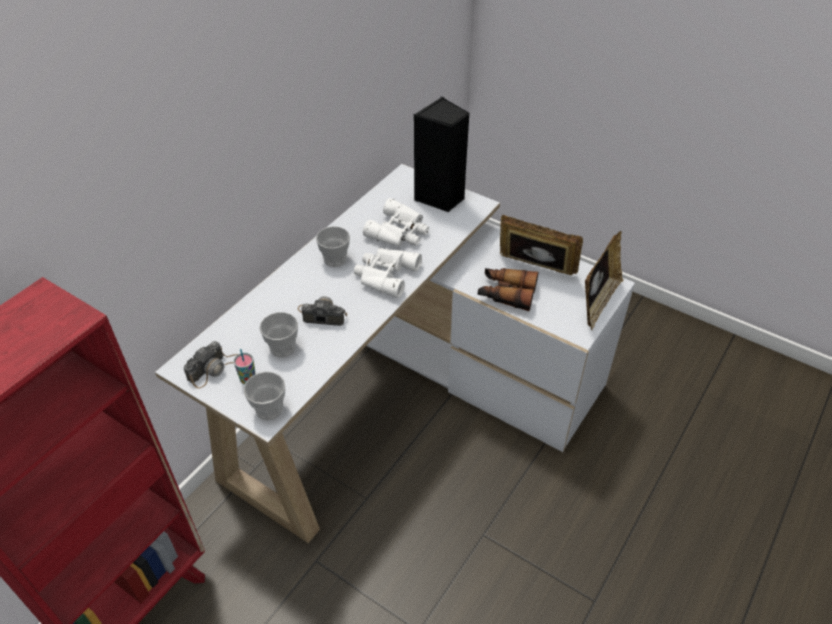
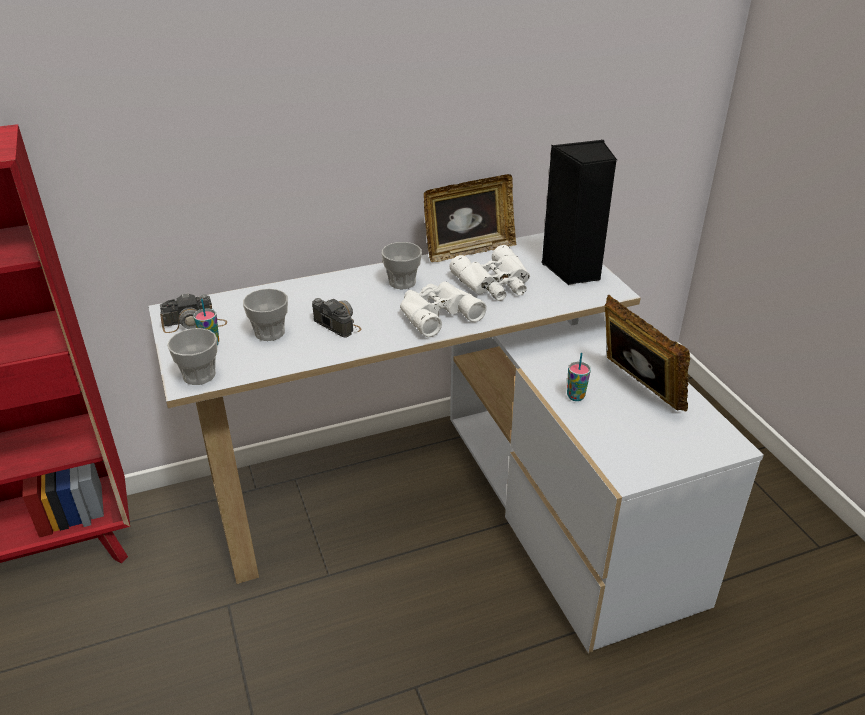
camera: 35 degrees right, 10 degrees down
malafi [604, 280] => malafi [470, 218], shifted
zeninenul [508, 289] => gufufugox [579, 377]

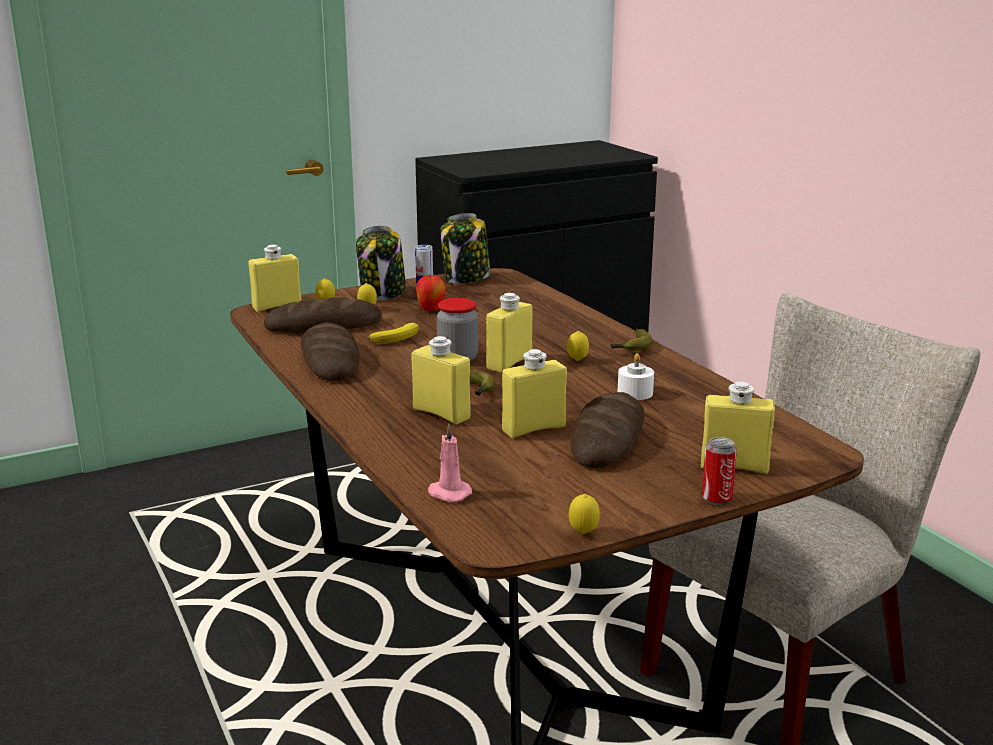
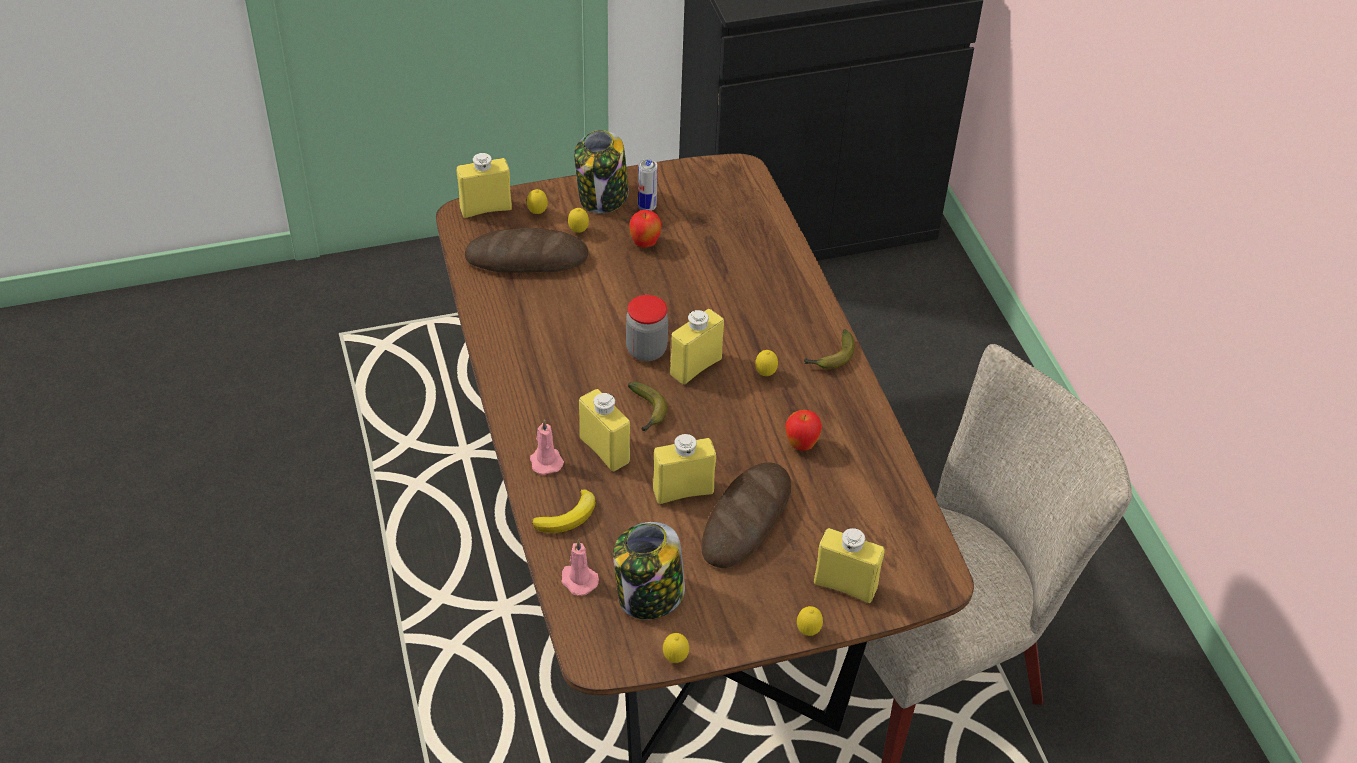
camera: 10 degrees right, 25 degrees up
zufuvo [330, 351] => nothing
nothing => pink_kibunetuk [547, 447]
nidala [394, 333] => nidala [564, 511], shifted
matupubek [465, 248] => matupubek [649, 571], shifted
white_kibunetuk [636, 376] => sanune [803, 430]
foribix [719, 471] => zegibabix [810, 621]

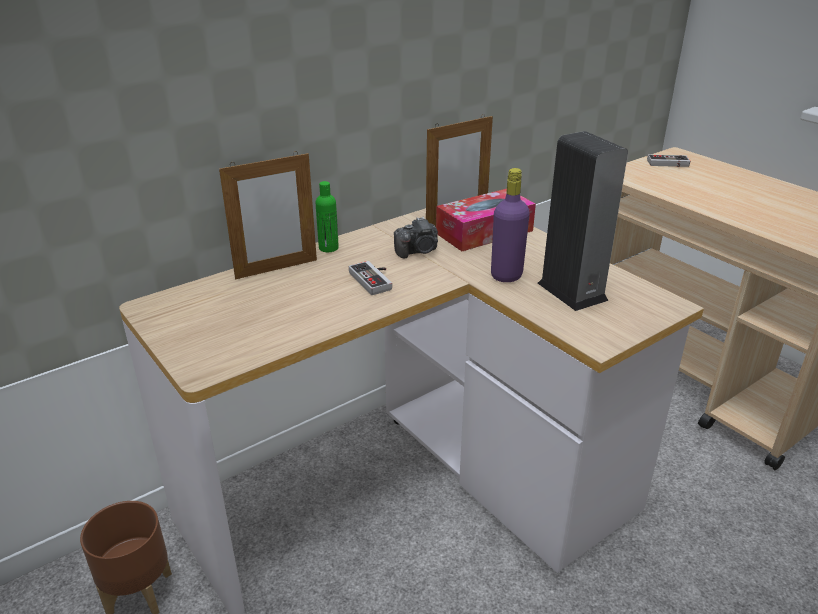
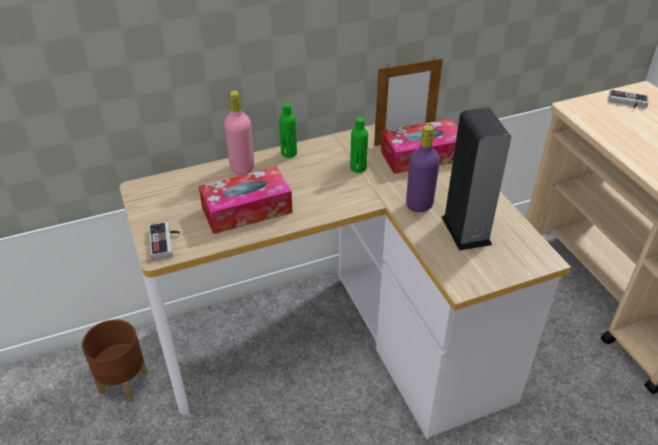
camera: 15 degrees right, 10 degrees up
nothing => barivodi [246, 200]
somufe [370, 278] => somufe [164, 241], shifted
malafi [268, 215] => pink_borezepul [239, 132]
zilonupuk [416, 238] => green_borezepul [359, 145]

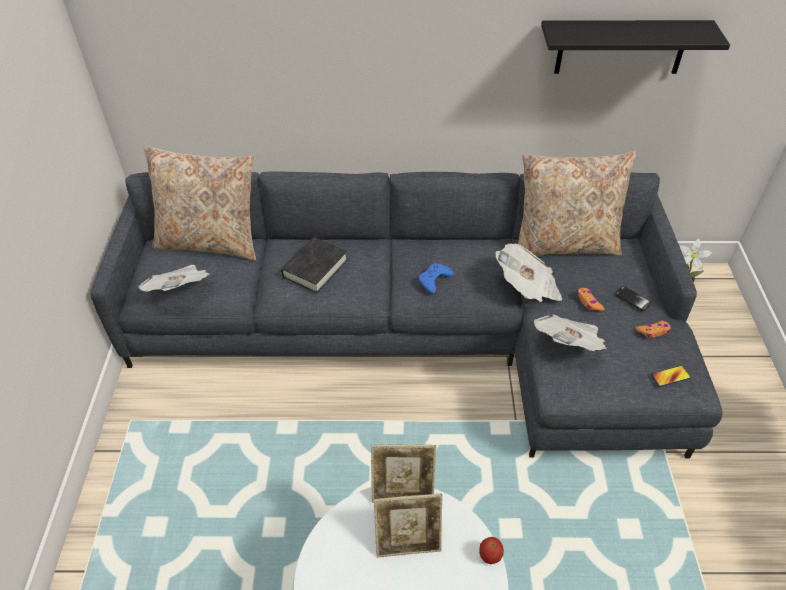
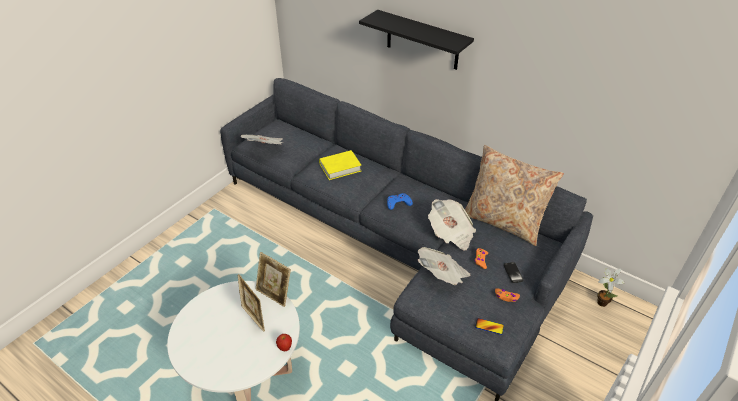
camera: 35 degrees right, 5 degrees down
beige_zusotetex [200, 203] => nothing
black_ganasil [635, 47] => black_ganasil [416, 40], shifted
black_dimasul [314, 265] => yellow_dimasul [340, 165]
malafi [408, 525] => malafi [251, 303], 135 degrees counterclockwise

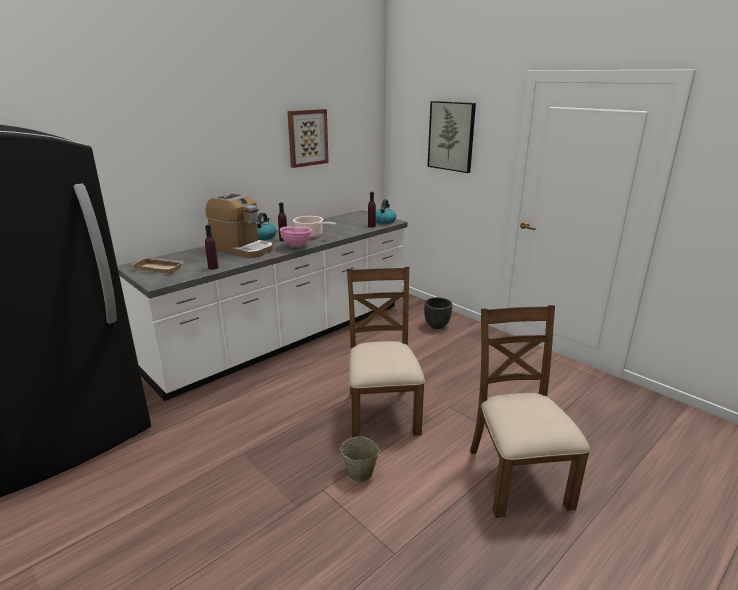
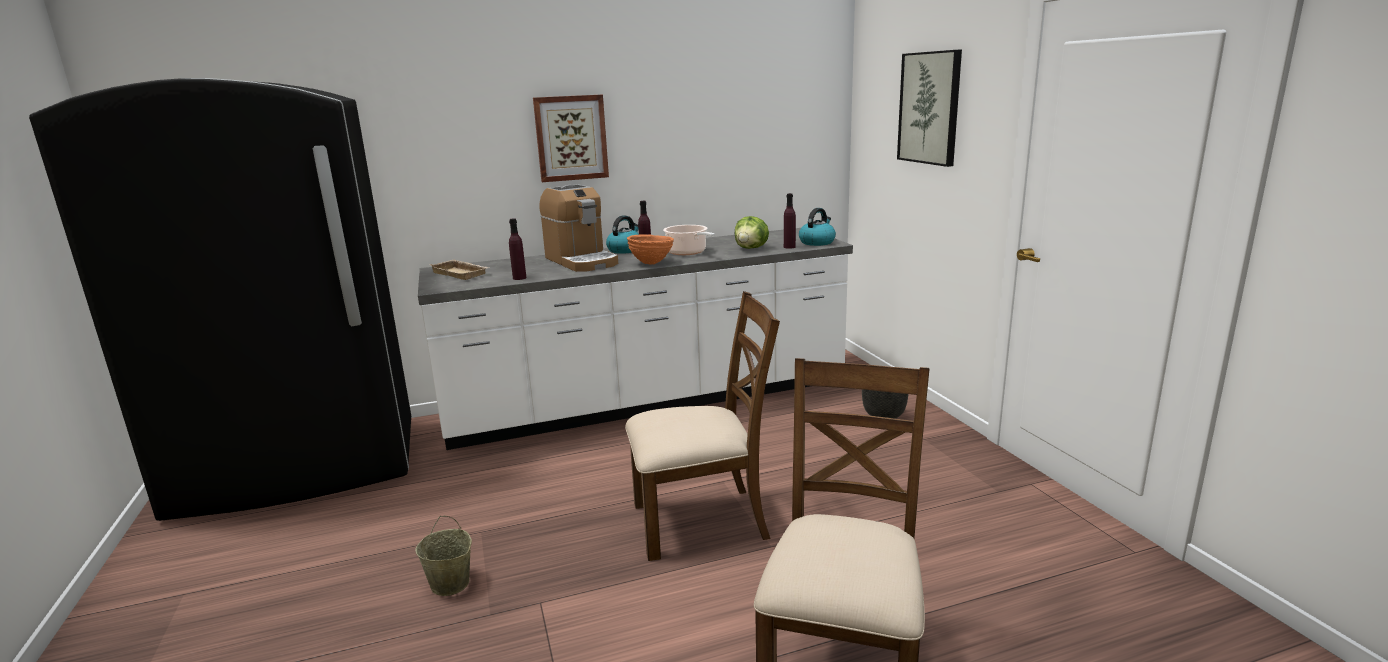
camera: 25 degrees right, 5 degrees down
nothing => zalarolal [752, 232]
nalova [308, 138] => nalova [571, 138], shifted
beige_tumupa [360, 457] => beige_tumupa [443, 556], shifted
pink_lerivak [296, 237] => orange_lerivak [650, 249]
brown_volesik [386, 352] => brown_volesik [702, 426], 60 degrees clockwise

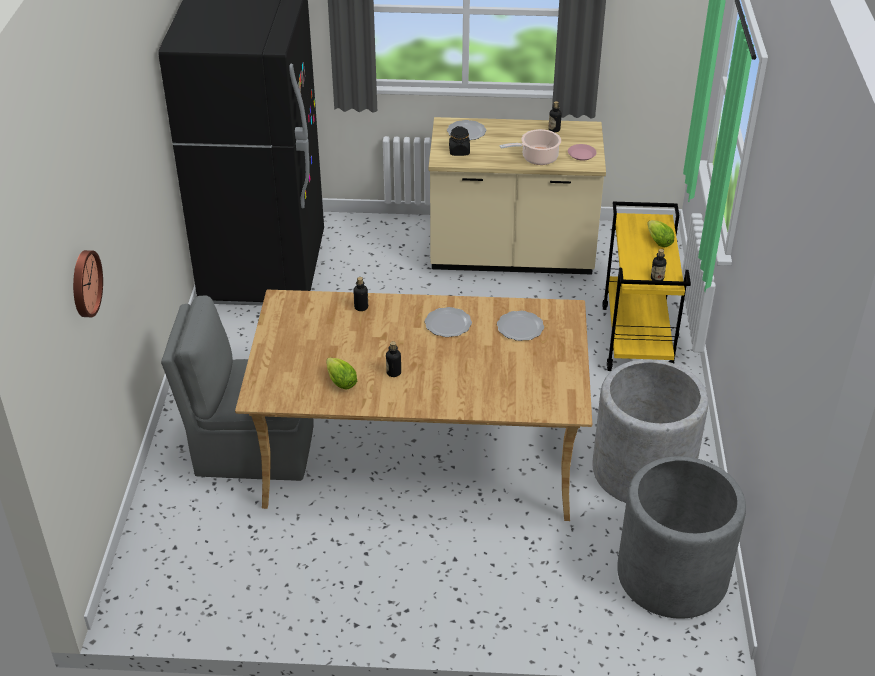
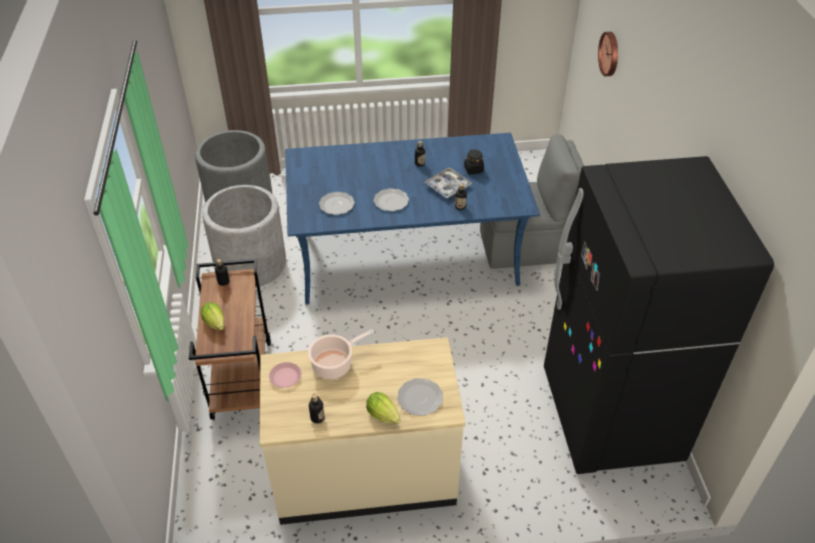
camera: 170 degrees right, 5 degrees up
nothing => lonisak [448, 182]
zalarolal [341, 374] => zalarolal [383, 408], shifted
black_matupubek [459, 141] => black_matupubek [474, 161], shifted
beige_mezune [413, 405] => blue_mezune [412, 219]
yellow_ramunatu [646, 286] => brown_ramunatu [230, 339]

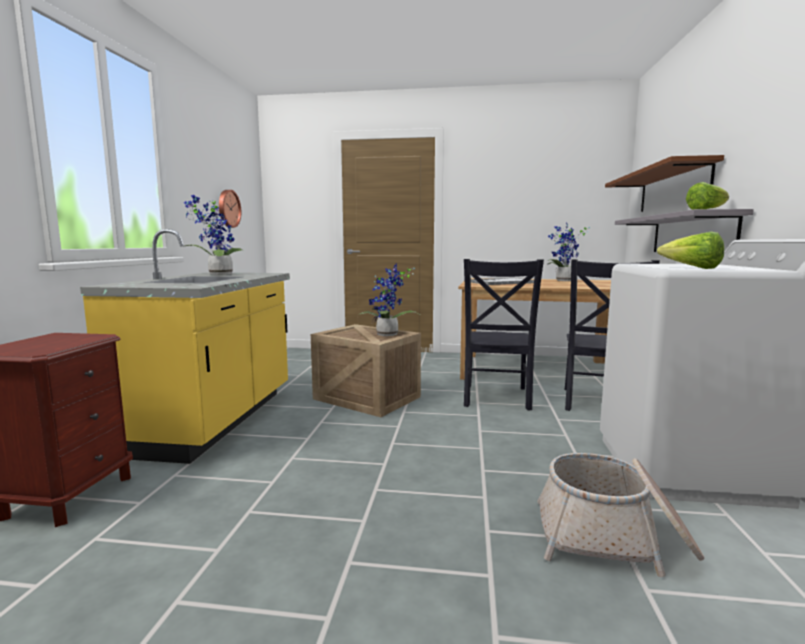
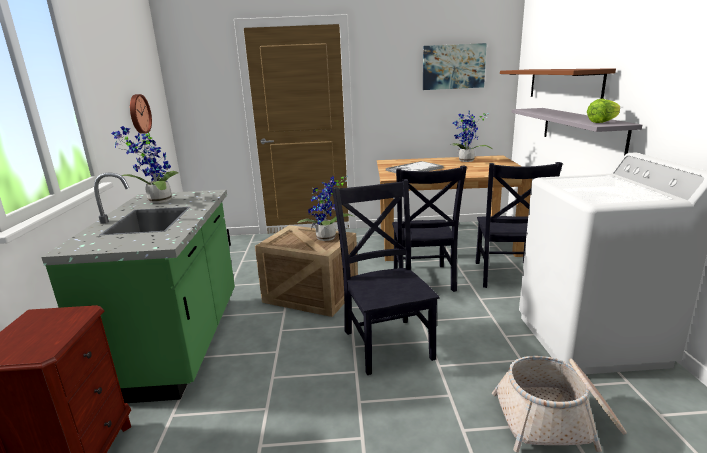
camera: 10 degrees left, 10 degrees up
zalarolal [690, 250] => nothing
nothing => black_volesik [386, 277]
nothing => nalova [455, 66]
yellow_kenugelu [185, 346] => green_kenugelu [138, 288]

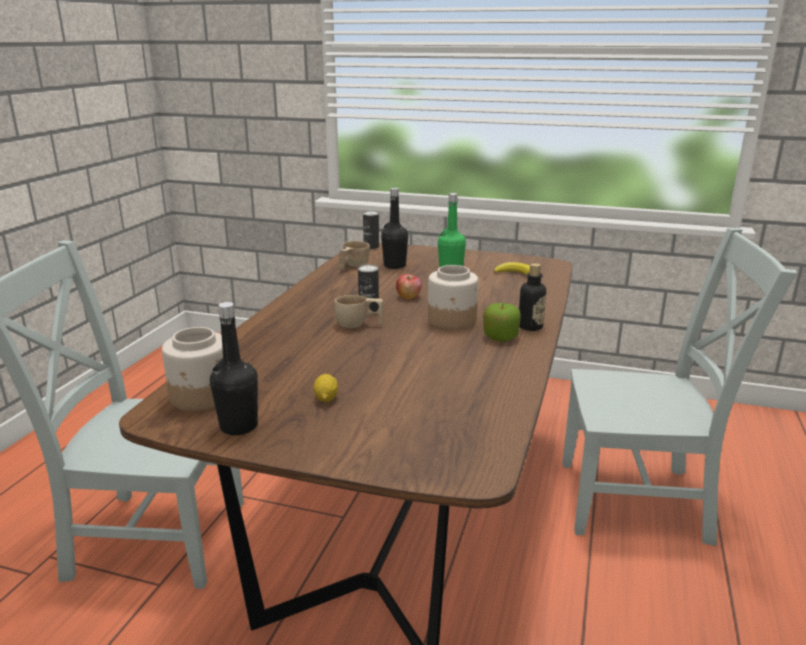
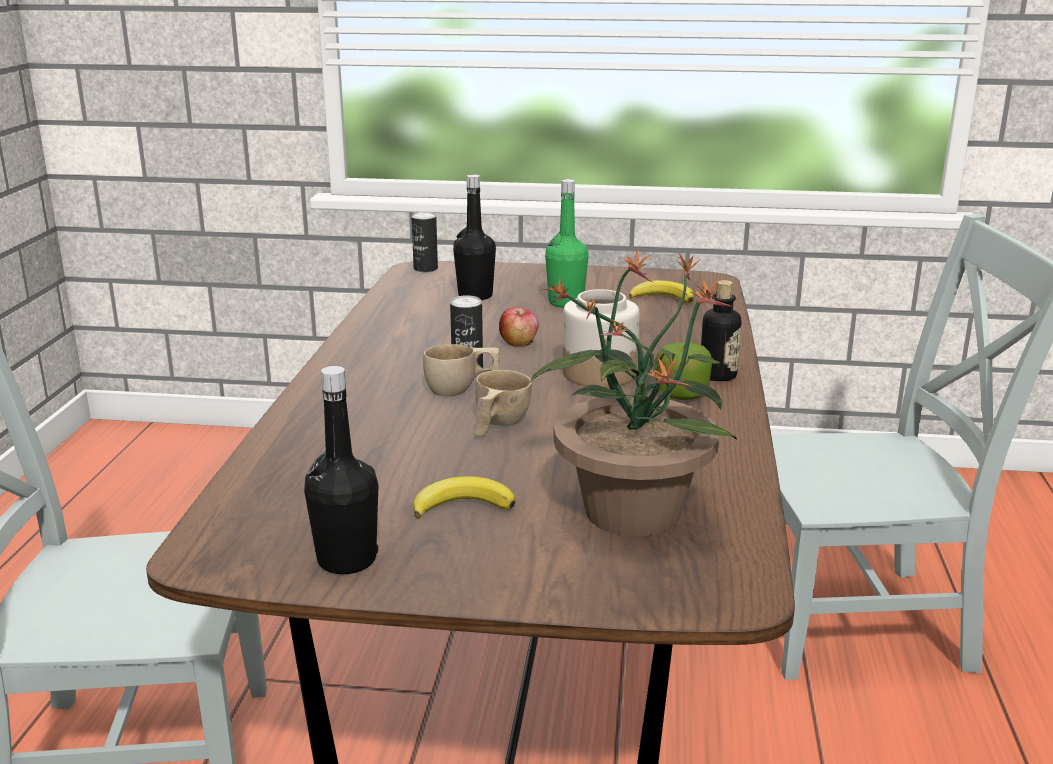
camera: 10 degrees left, 0 degrees up
matupubek [192, 369] => nothing
nothing => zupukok [633, 392]
beige_gufufugox [354, 255] => beige_gufufugox [503, 403], shifted
zegibabix [326, 388] => nidala [465, 497]

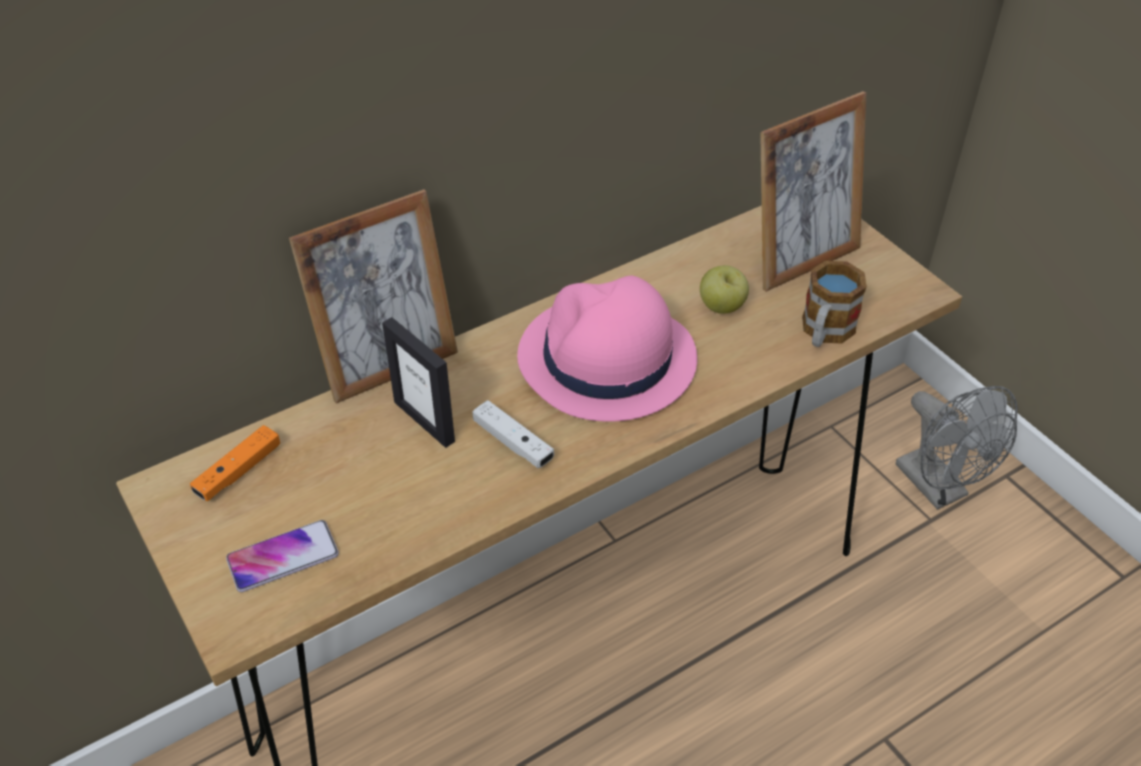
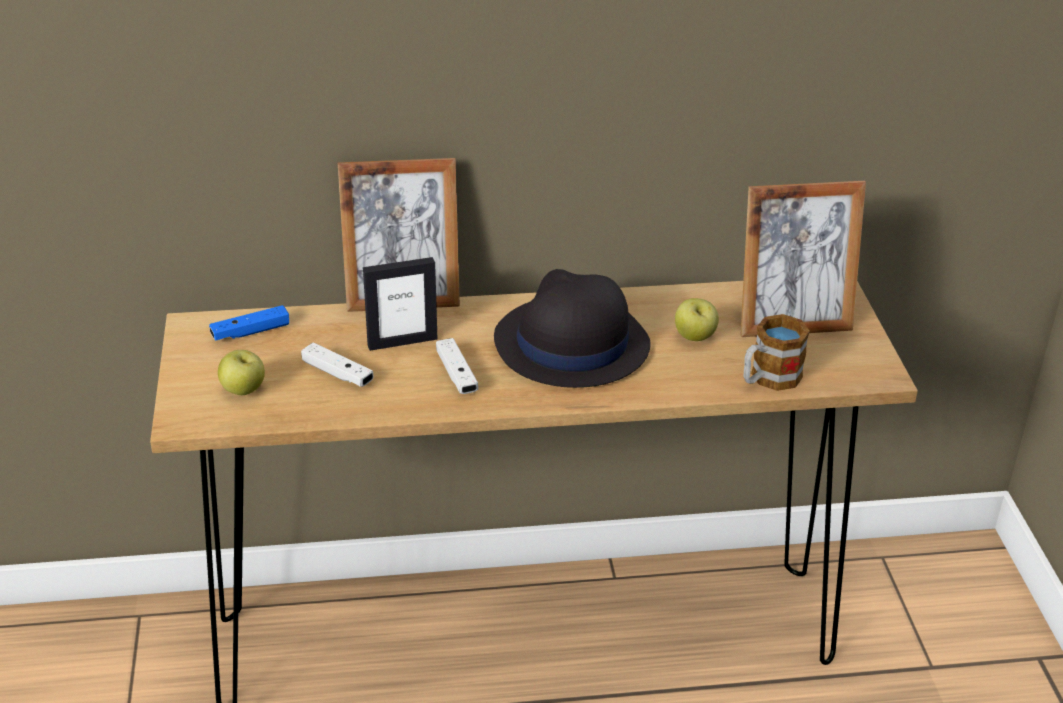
camera: 25 degrees right, 10 degrees down
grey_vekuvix [957, 448] => nothing
nothing => white_somufe [337, 364]
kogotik [282, 556] => sanune [241, 372]
orange_somufe [235, 463] => blue_somufe [249, 322]
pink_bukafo [607, 349] => black_bukafo [572, 328]
malafi [418, 382] => malafi [400, 304], 90 degrees counterclockwise

